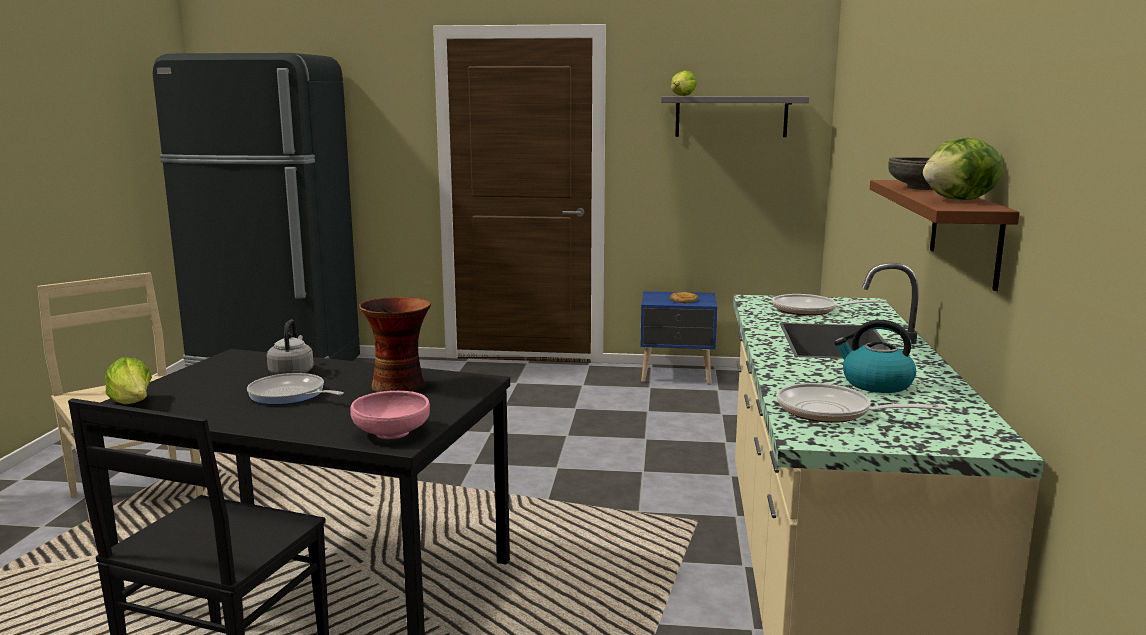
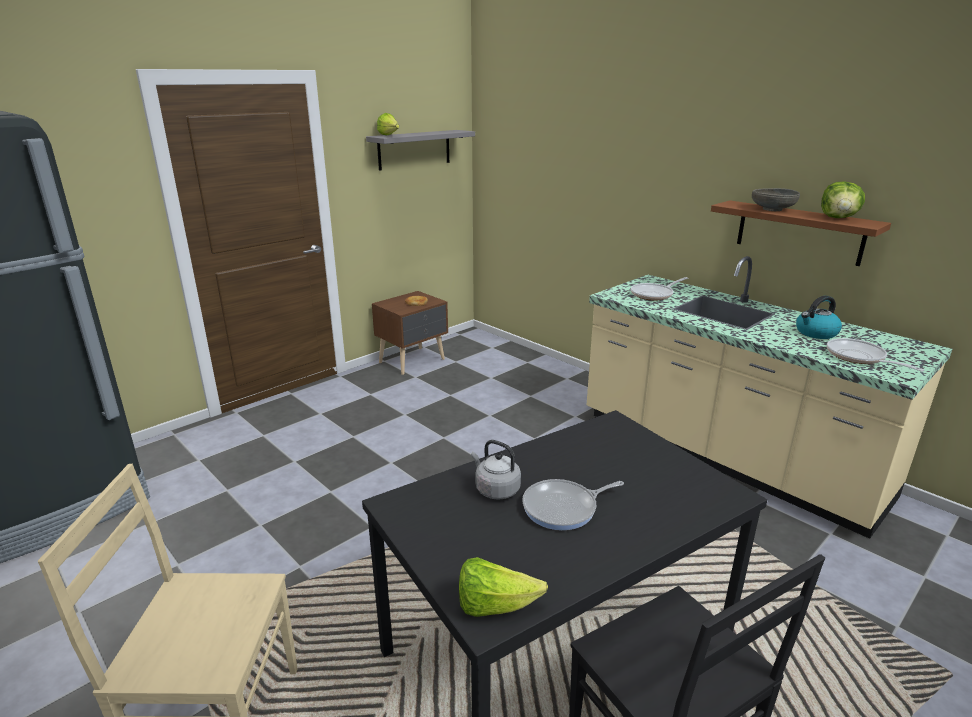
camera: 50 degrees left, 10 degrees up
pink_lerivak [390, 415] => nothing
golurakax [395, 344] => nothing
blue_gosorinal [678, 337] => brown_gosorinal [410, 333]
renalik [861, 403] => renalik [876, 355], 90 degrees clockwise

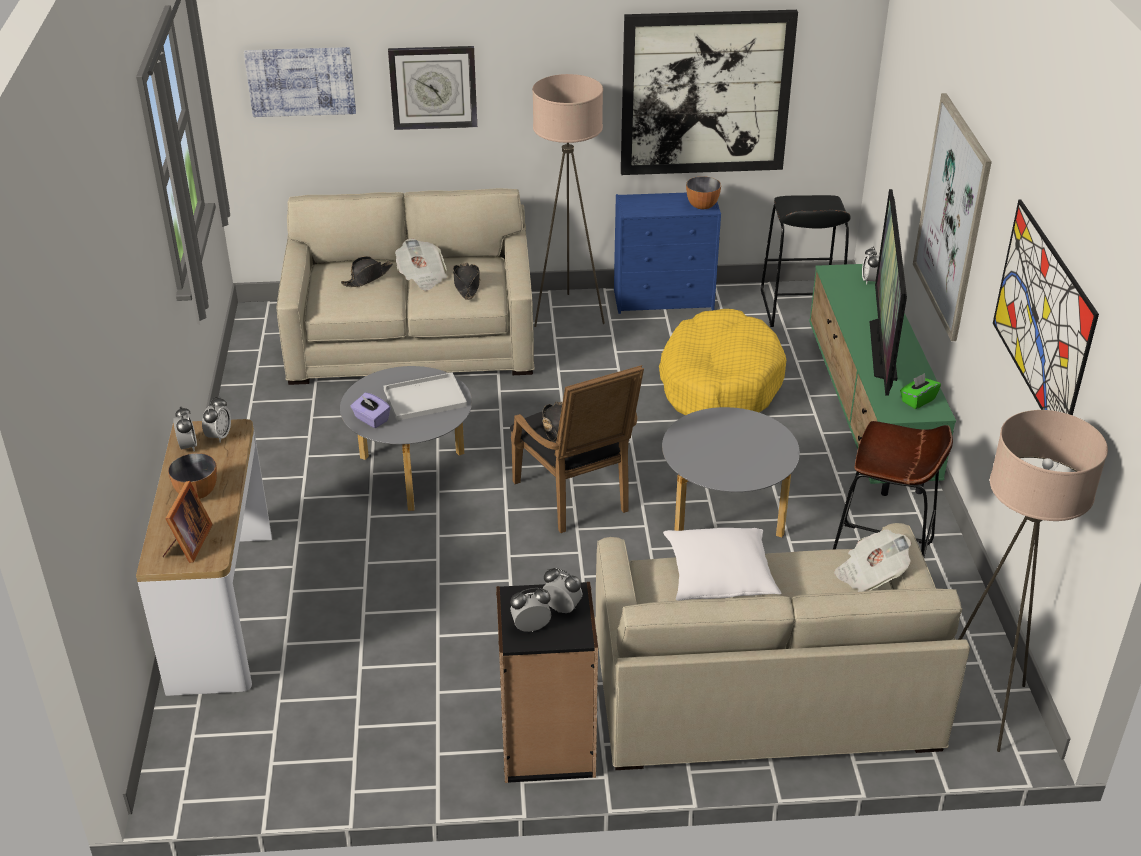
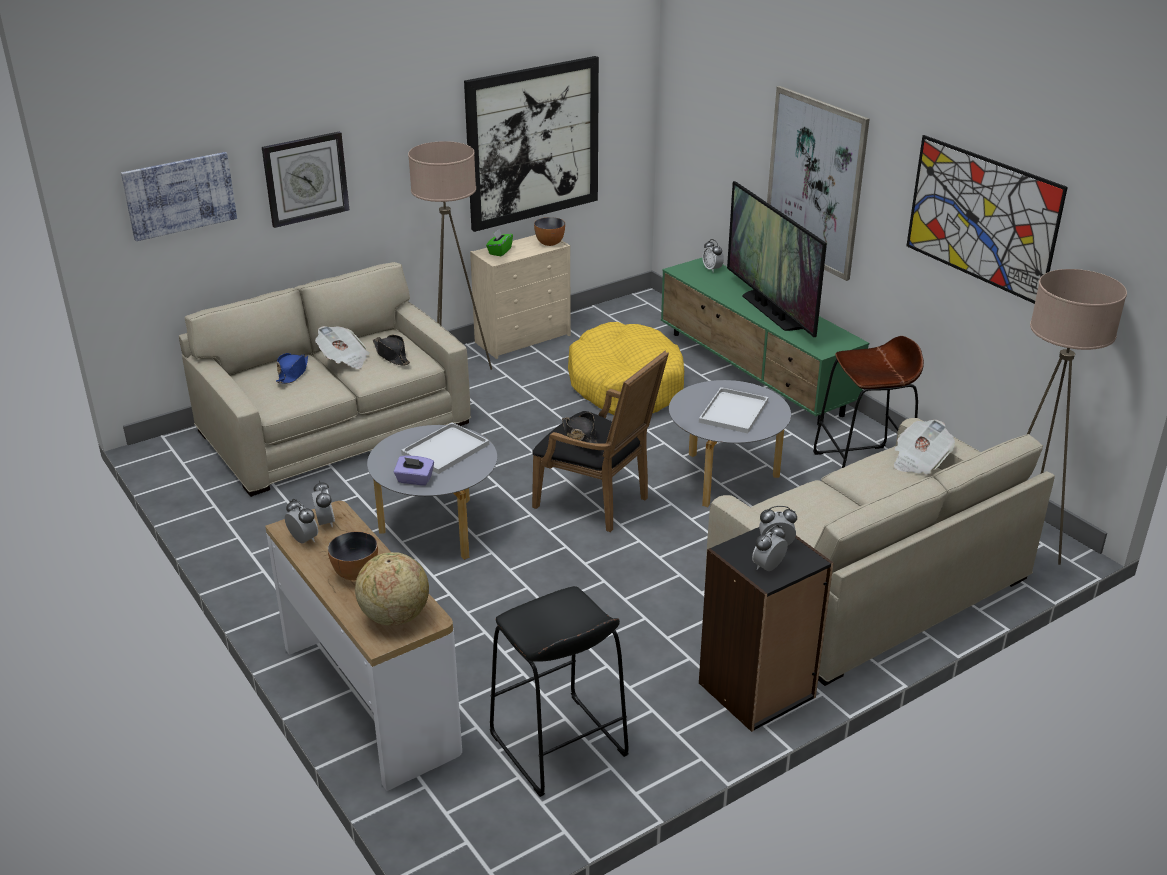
camera: 30 degrees left, 5 degrees down
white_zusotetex [722, 564] => nothing
nothing => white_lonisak [733, 410]
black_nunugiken [806, 261] => black_nunugiken [559, 691], shifted
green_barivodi [920, 391] => green_barivodi [499, 242], shifted
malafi [187, 522] => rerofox [392, 589]
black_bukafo [367, 271] => blue_bukafo [292, 368]
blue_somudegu [667, 253] => beige_somudegu [520, 297]

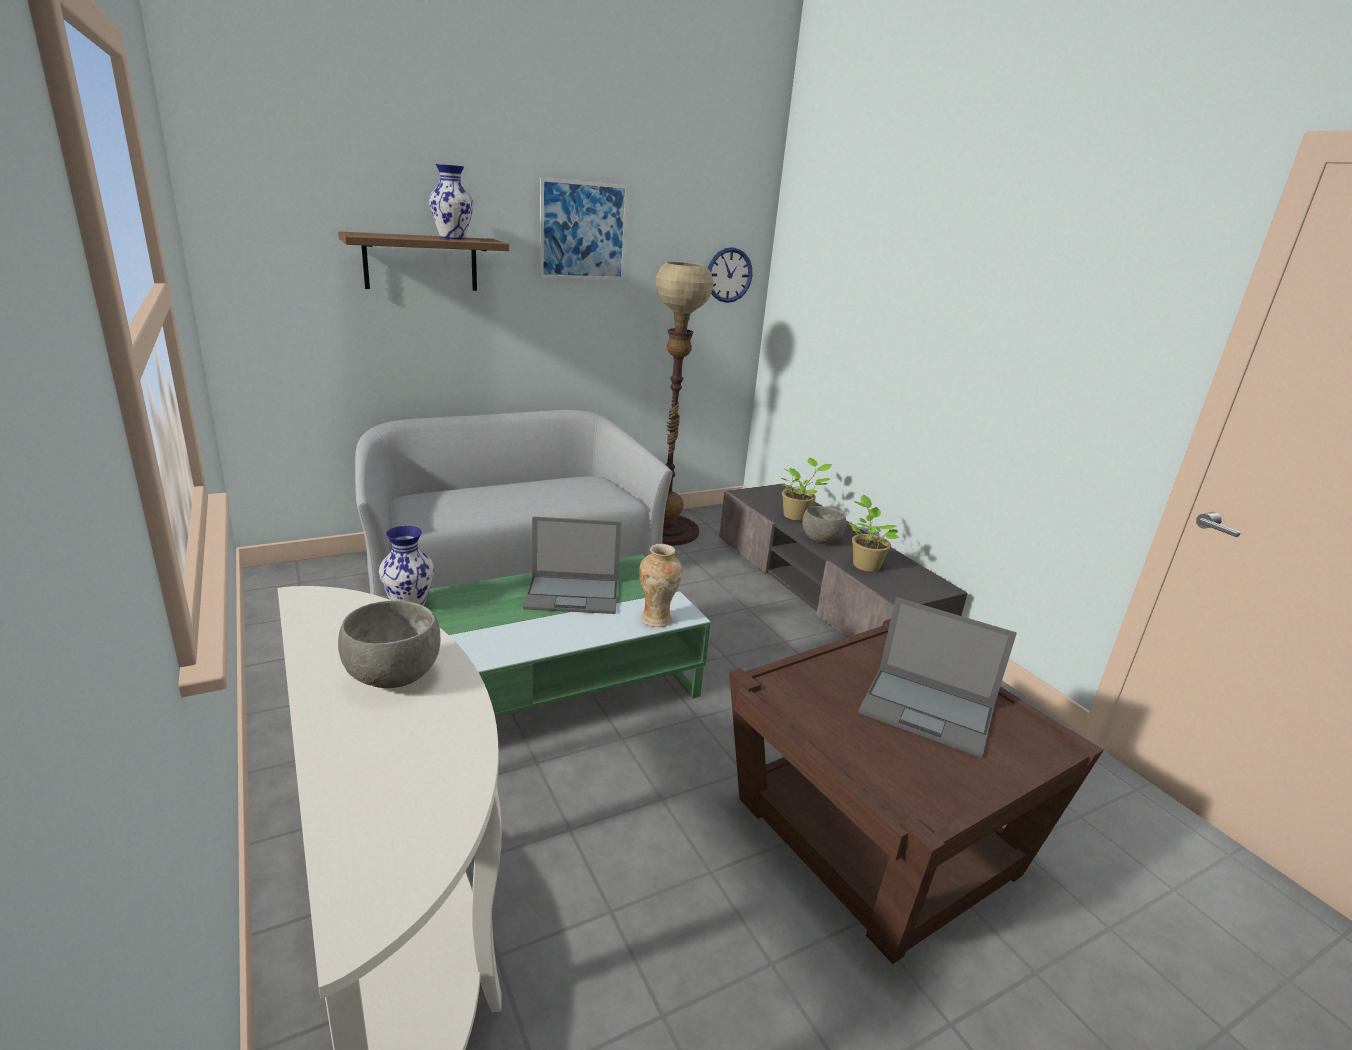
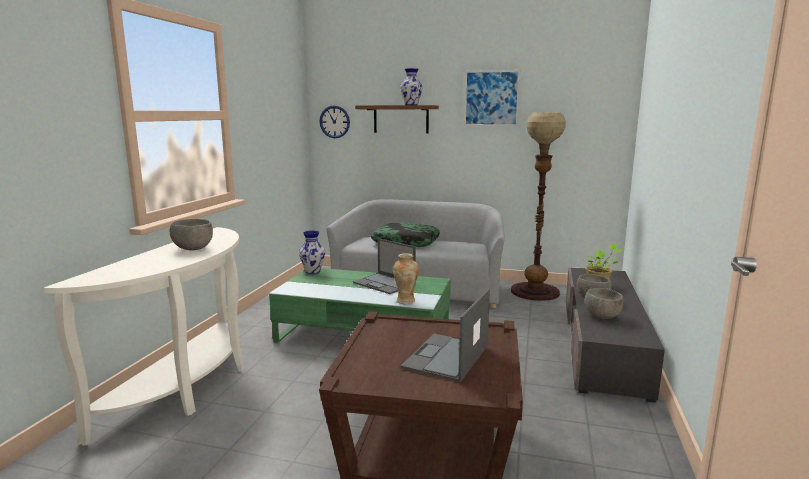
camera: 45 degrees right, 10 degrees down
nothing => zusotetex [405, 235]
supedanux [730, 275] => supedanux [335, 121], shifted
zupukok [874, 533] => grey_lerivak [604, 303]
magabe [937, 677] => magabe [445, 335], 45 degrees clockwise

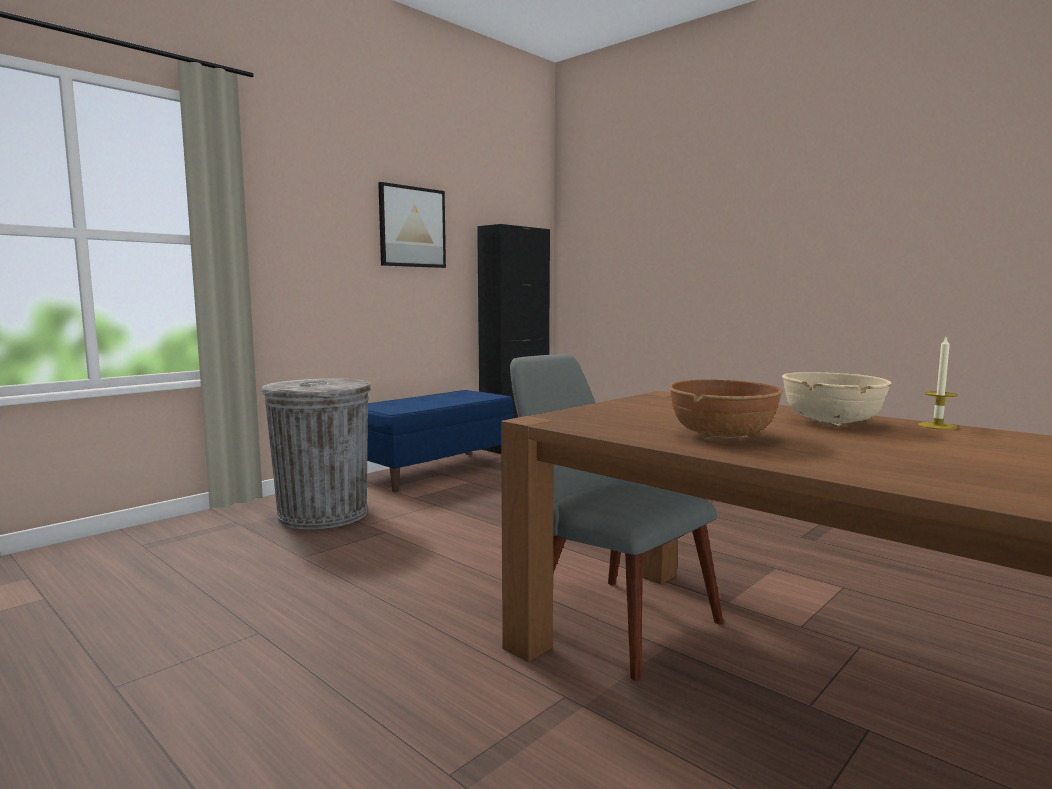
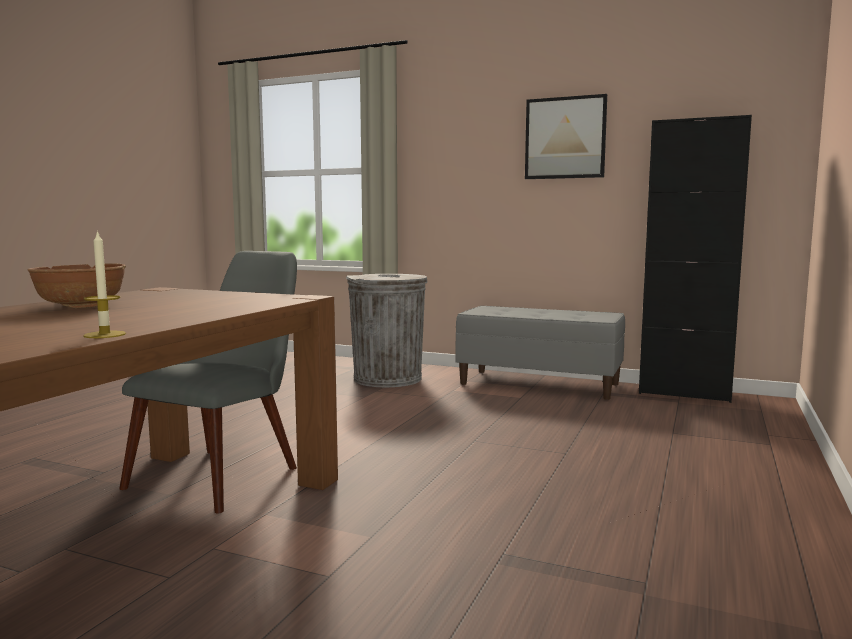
camera: 70 degrees right, 0 degrees up
beige_lerivak [837, 399] => nothing
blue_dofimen [440, 441] => grey_dofimen [540, 353]

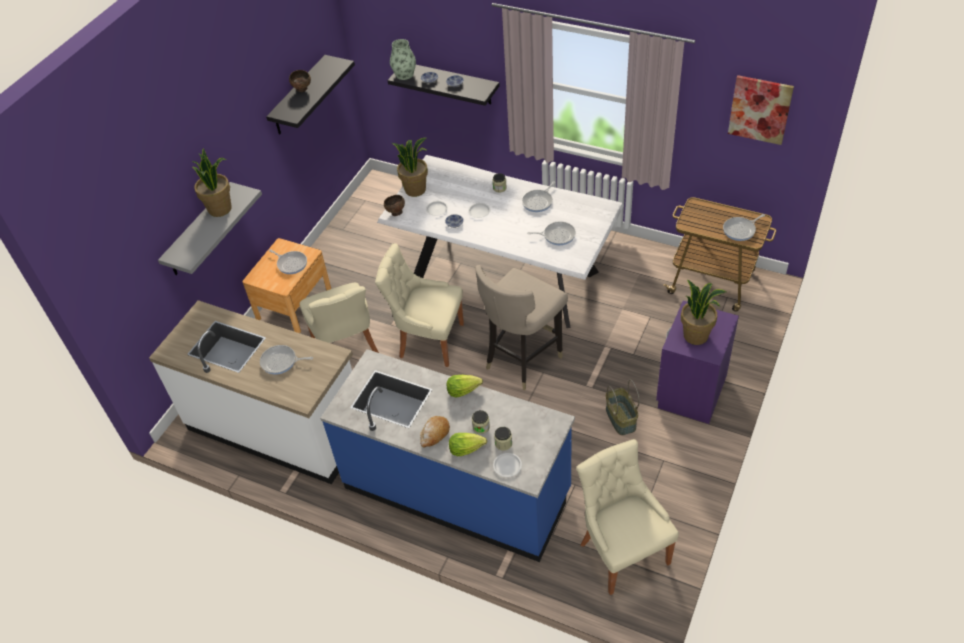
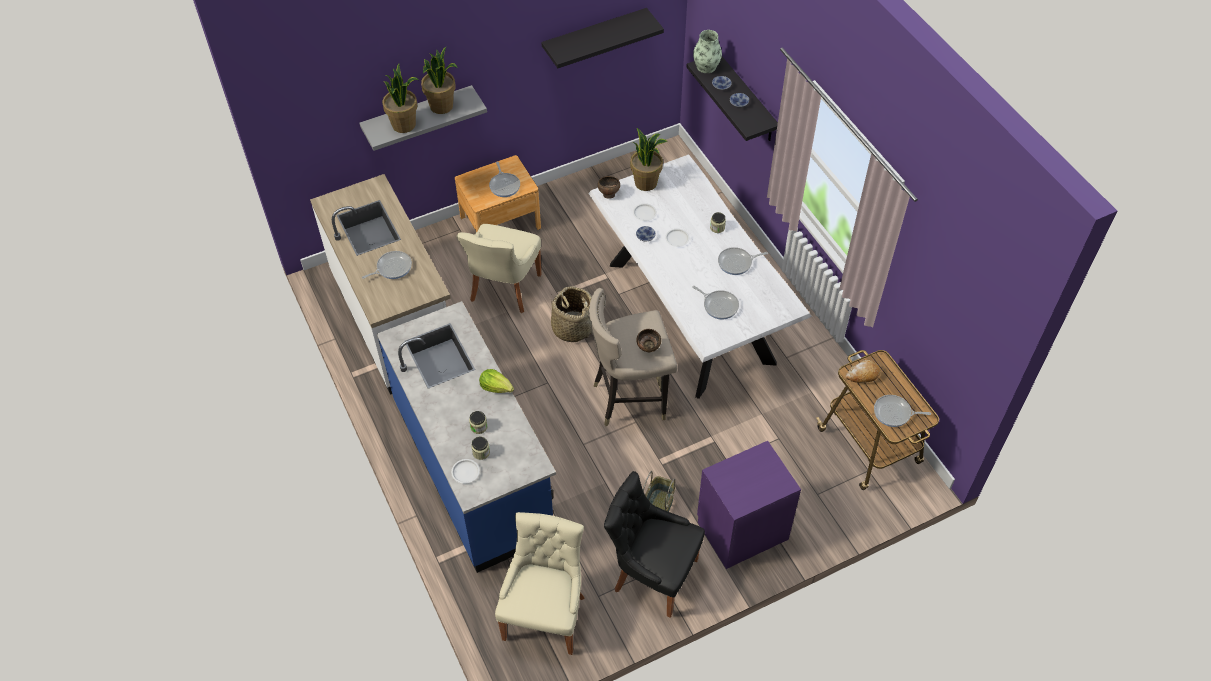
camera: 35 degrees right, 5 degrees up
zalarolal [468, 444] => nothing
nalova [761, 110] => nothing
nothing => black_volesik [654, 544]
brown_lerivak [300, 81] => brown_lerivak [648, 340], shifted
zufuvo [435, 432] => zufuvo [863, 371], shifted
zupukok [703, 312] => zupukok [400, 98], shifted
beige_volesik [419, 305] => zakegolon [572, 314]
renalik [286, 360] => renalik [387, 265], 105 degrees clockwise

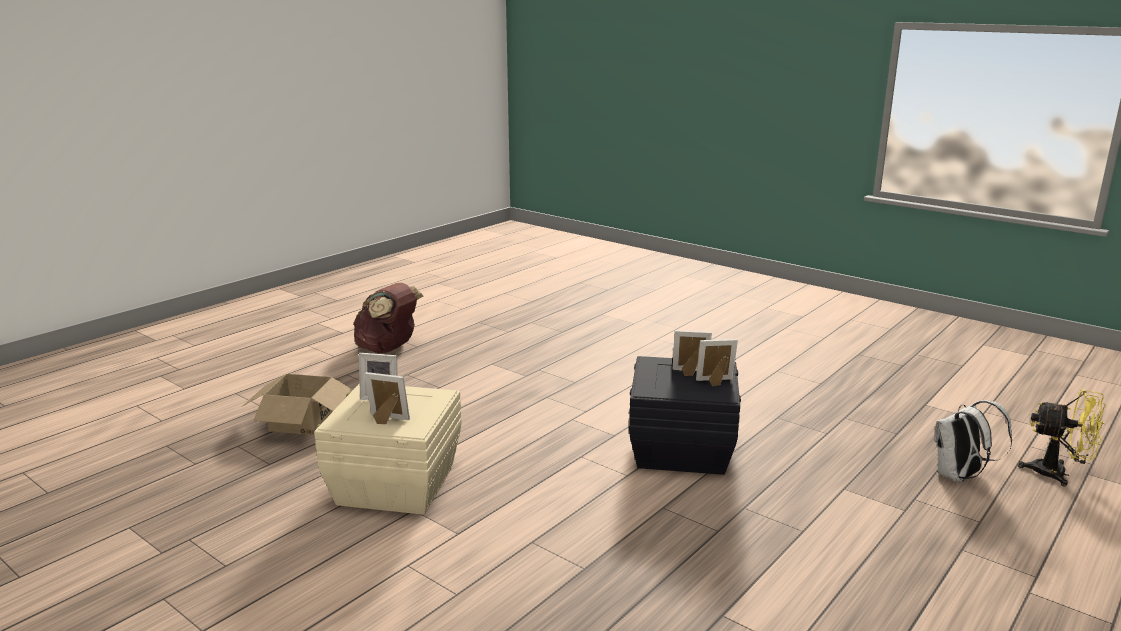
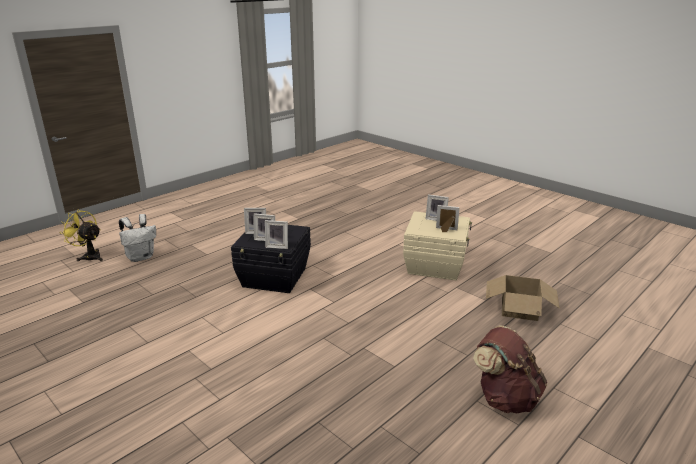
camera: 175 degrees left, 5 degrees up
nothing => malafi [276, 234]

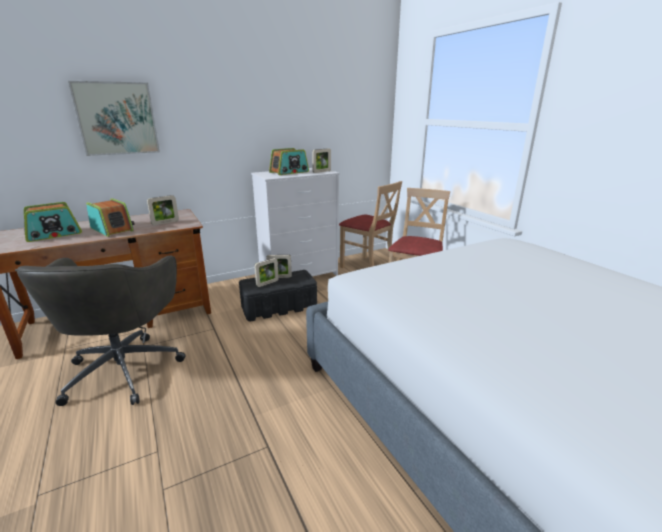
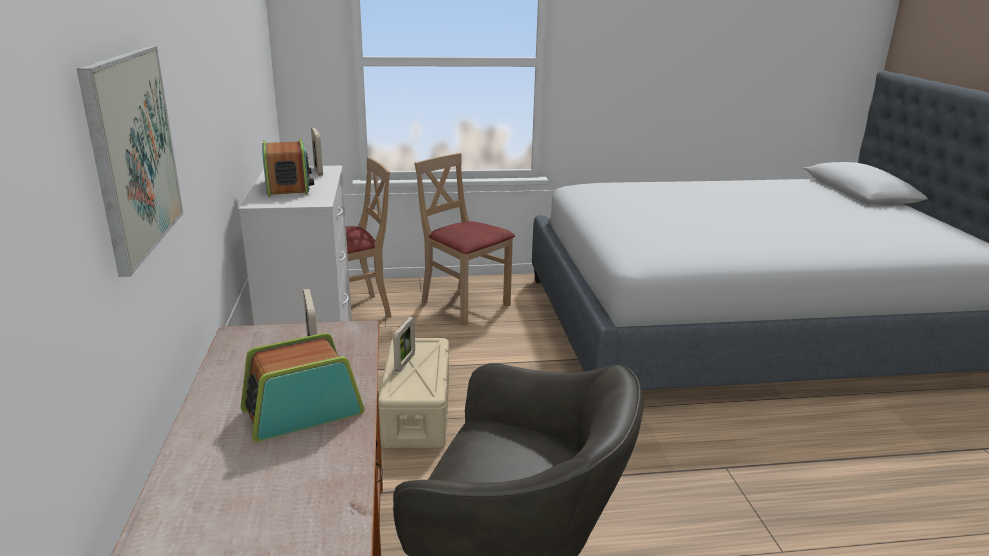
camera: 70 degrees left, 0 degrees up
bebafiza [53, 222] => nothing
malafi [266, 272] => nothing
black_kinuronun [278, 295] => beige_kinuronun [413, 393]

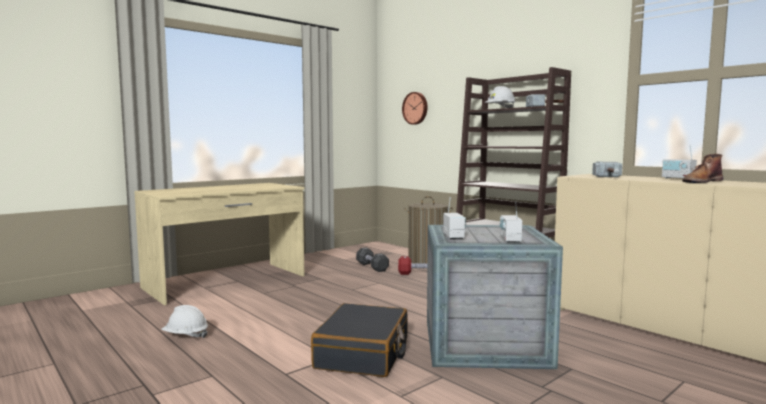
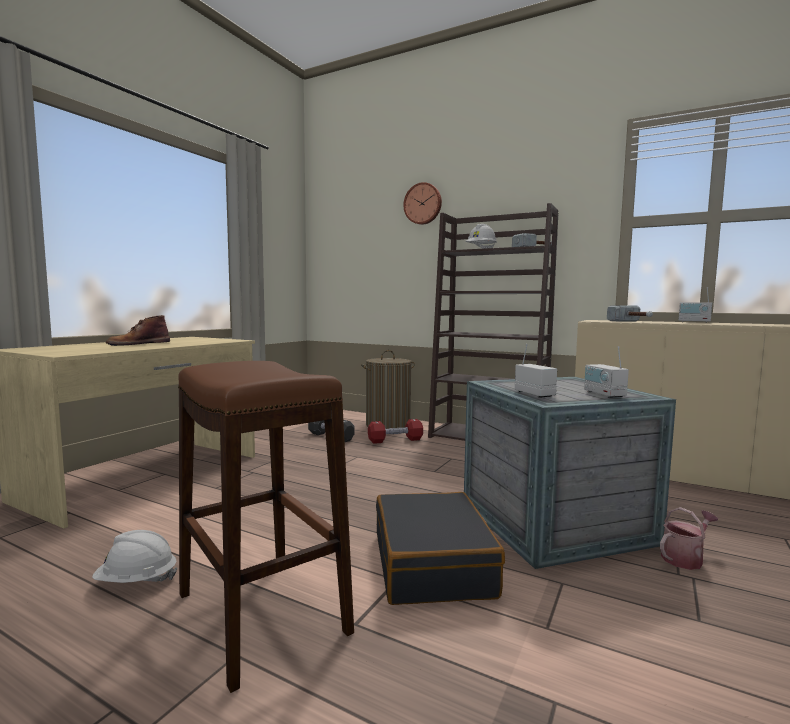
camera: 20 degrees left, 0 degrees up
nothing => brown_nunugiken [266, 527]
nothing => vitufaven [689, 538]
supedanux [415, 108] => supedanux [422, 203], shifted
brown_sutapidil [702, 168] => brown_sutapidil [138, 330], shifted

